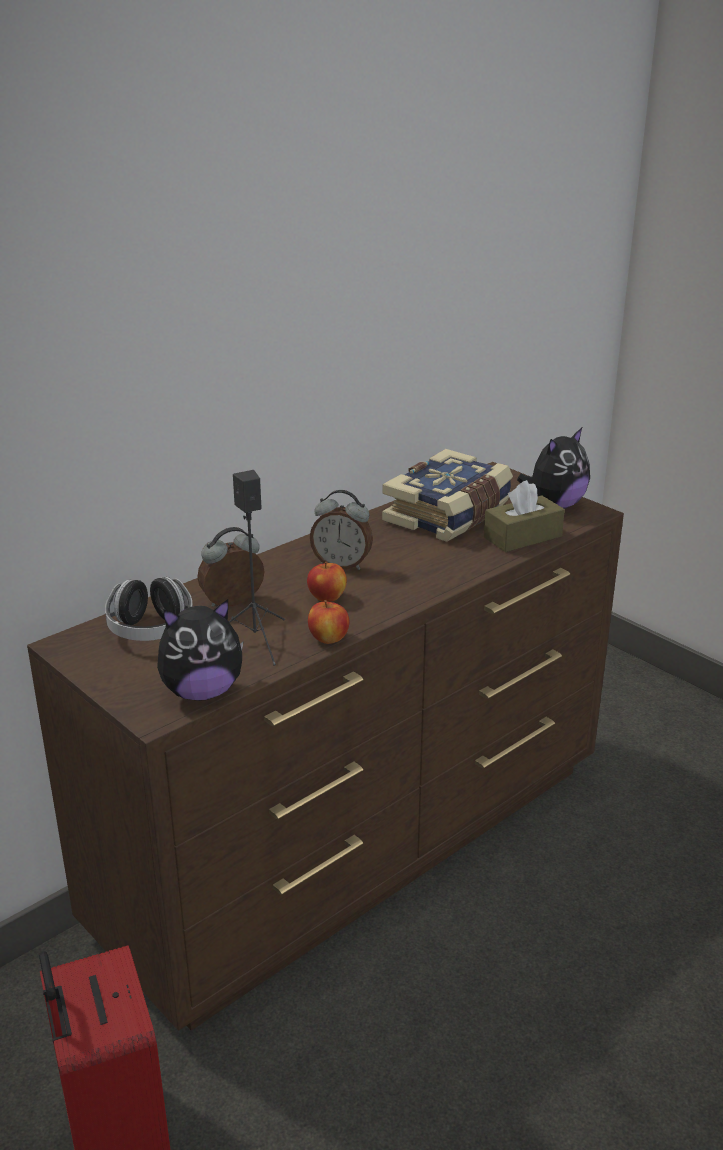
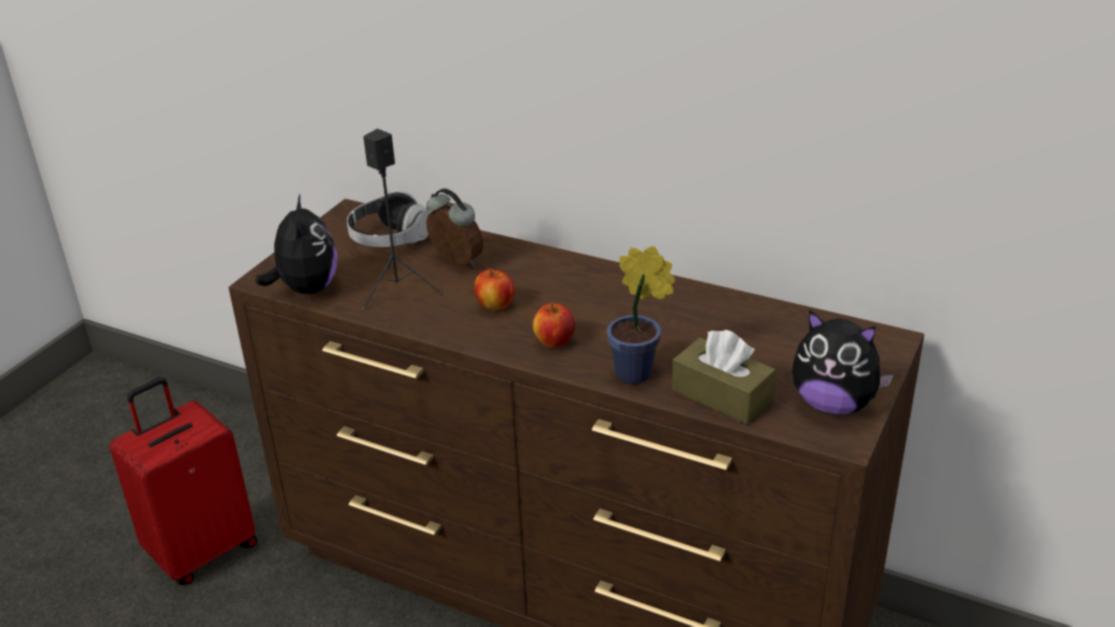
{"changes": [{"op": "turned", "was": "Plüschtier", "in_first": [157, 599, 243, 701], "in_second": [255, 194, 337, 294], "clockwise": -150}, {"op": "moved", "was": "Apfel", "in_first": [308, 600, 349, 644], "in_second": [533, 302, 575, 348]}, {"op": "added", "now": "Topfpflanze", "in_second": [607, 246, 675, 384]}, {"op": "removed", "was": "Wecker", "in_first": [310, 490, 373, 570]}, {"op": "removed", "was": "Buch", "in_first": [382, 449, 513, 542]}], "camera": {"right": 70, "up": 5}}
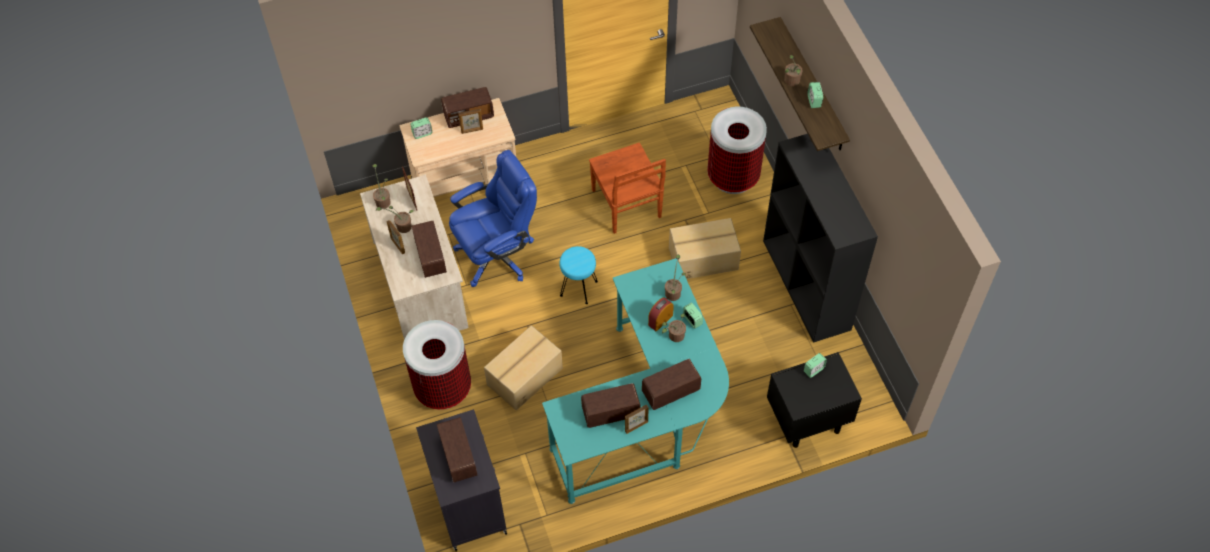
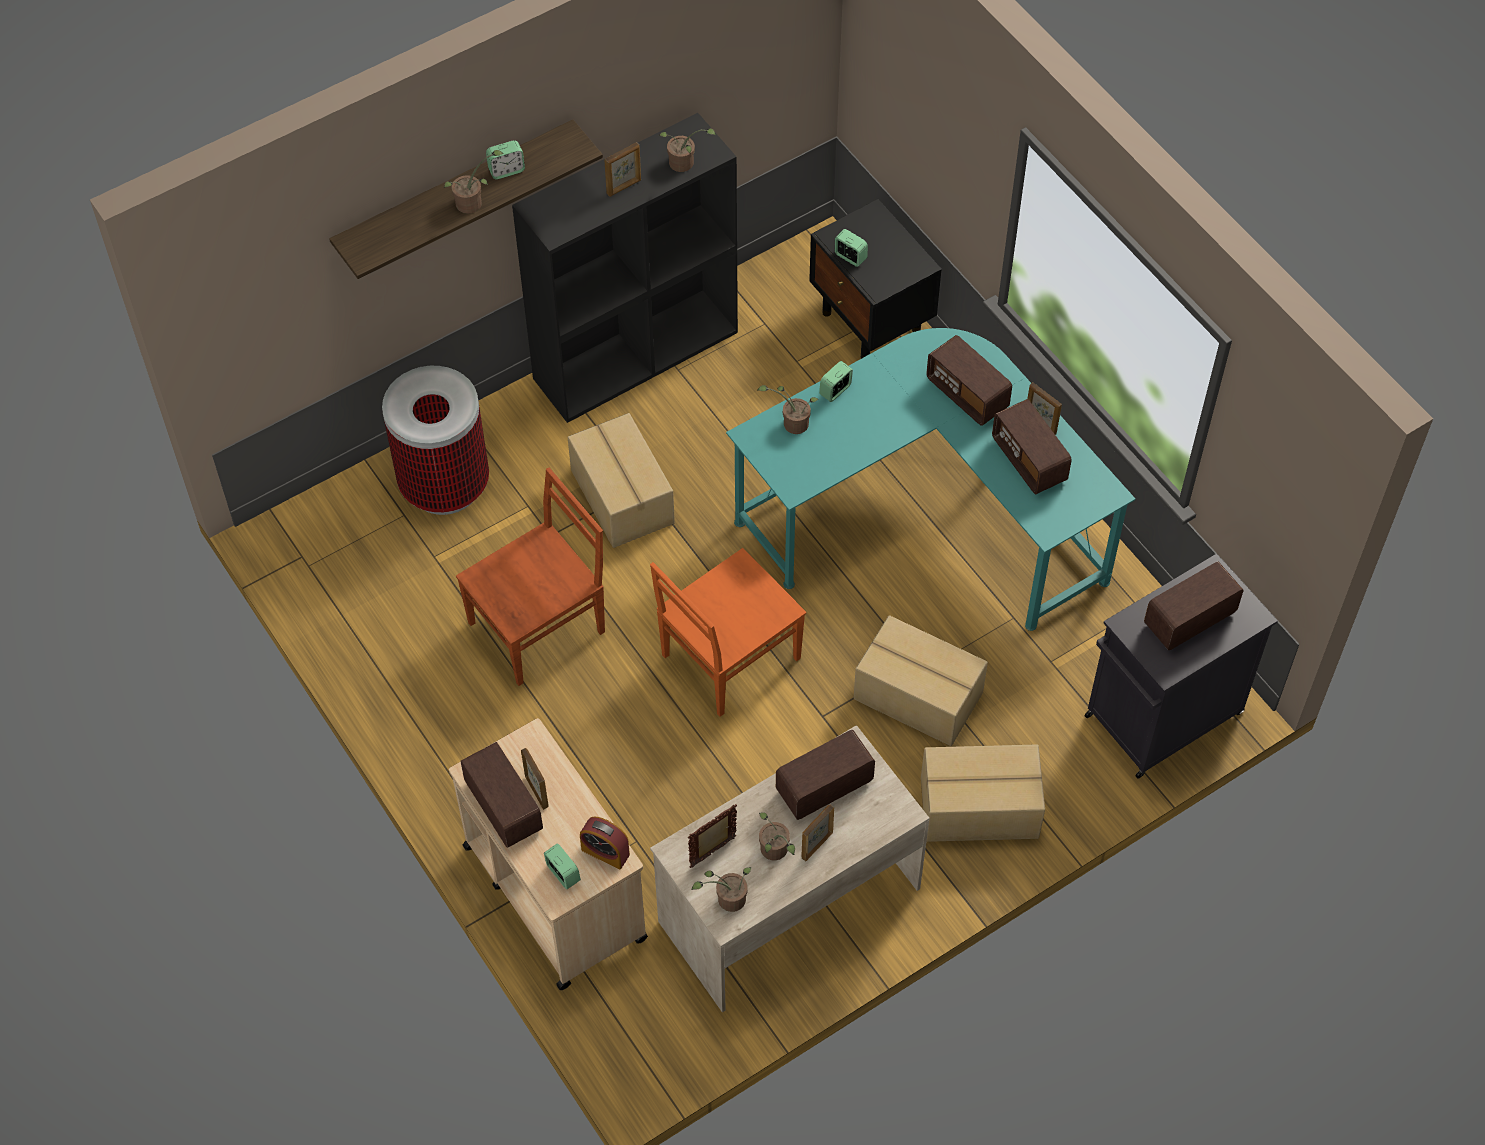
{"changes": [{"op": "moved", "was": "Wecker", "in_first": [648, 298, 674, 331], "in_second": [580, 817, 630, 870]}, {"op": "added", "now": "Bilderrahmen", "in_second": [604, 142, 641, 197]}, {"op": "replaced", "was": "Hocker [türkis]", "now": "Stuhl [orange]", "in_first": [559, 246, 598, 304], "in_second": [650, 548, 806, 717]}, {"op": "moved", "was": "Topfpflanze", "in_first": [662, 313, 686, 342], "in_second": [659, 128, 716, 172]}, {"op": "replaced", "was": "Mülleimer", "now": "Karton", "in_first": [403, 320, 471, 410], "in_second": [921, 744, 1045, 842]}, {"op": "removed", "was": "Bürostuhl [blau]", "in_first": [449, 150, 537, 287]}], "camera": {"right": -105, "up": 0}}
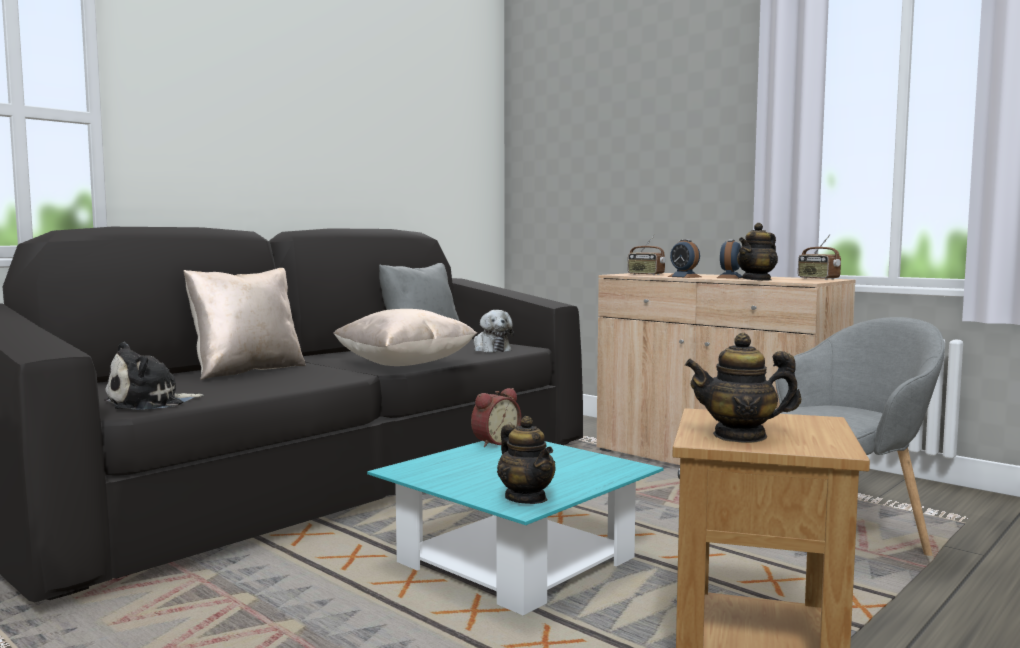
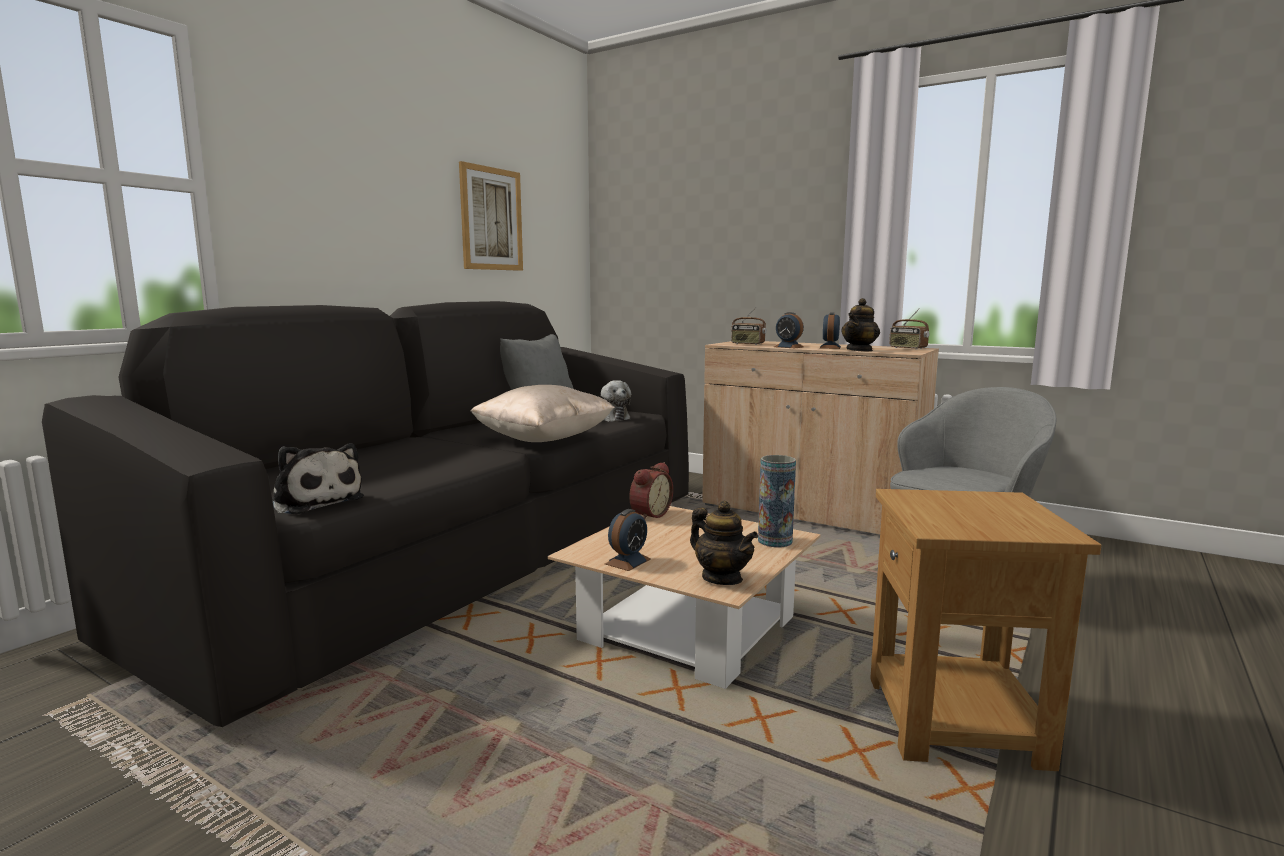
{"changes": [{"op": "turned", "was": "Plüschtier", "in_first": [104, 342, 204, 411], "in_second": [272, 443, 364, 514], "clockwise": -90}, {"op": "added", "now": "Bild", "in_second": [459, 161, 523, 271]}, {"op": "recoloured", "was": "Couchtisch [türkis]", "now": "Couchtisch [beige]", "in_first": [367, 441, 663, 616], "in_second": [548, 506, 821, 689]}, {"op": "added", "now": "Wecker", "in_second": [605, 509, 651, 571]}, {"op": "added", "now": "Vase", "in_second": [758, 455, 796, 547]}, {"op": "removed", "was": "Kissen [beige]", "in_first": [183, 268, 306, 380]}, {"op": "removed", "was": "Teekanne", "in_first": [685, 333, 801, 443]}], "camera": {"right": -10, "up": 5}}
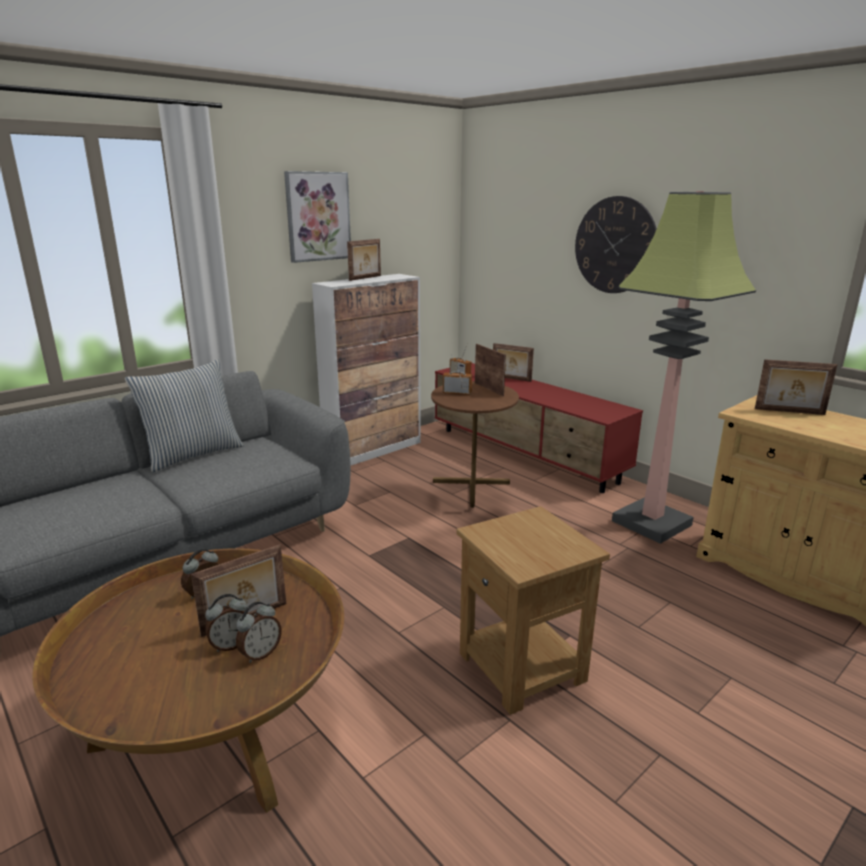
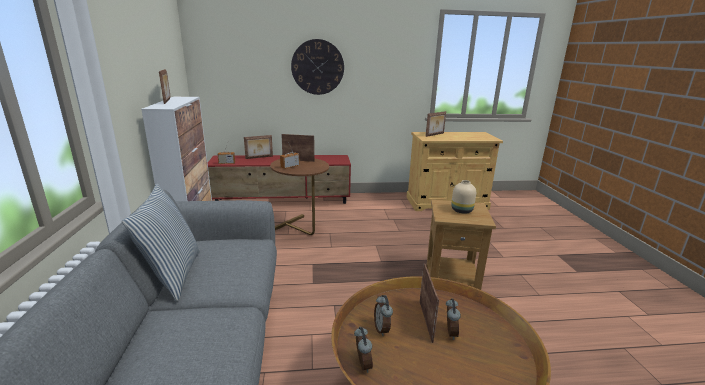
{"changes": [{"op": "moved", "was": "Wecker", "in_first": [236, 602, 282, 663], "in_second": [354, 327, 373, 373]}, {"op": "added", "now": "Vase [beige]", "in_second": [451, 180, 476, 214]}, {"op": "removed", "was": "Bild", "in_first": [284, 171, 351, 263]}, {"op": "removed", "was": "Stehlampe", "in_first": [612, 191, 756, 544]}], "camera": {"right": -55, "up": 0}}
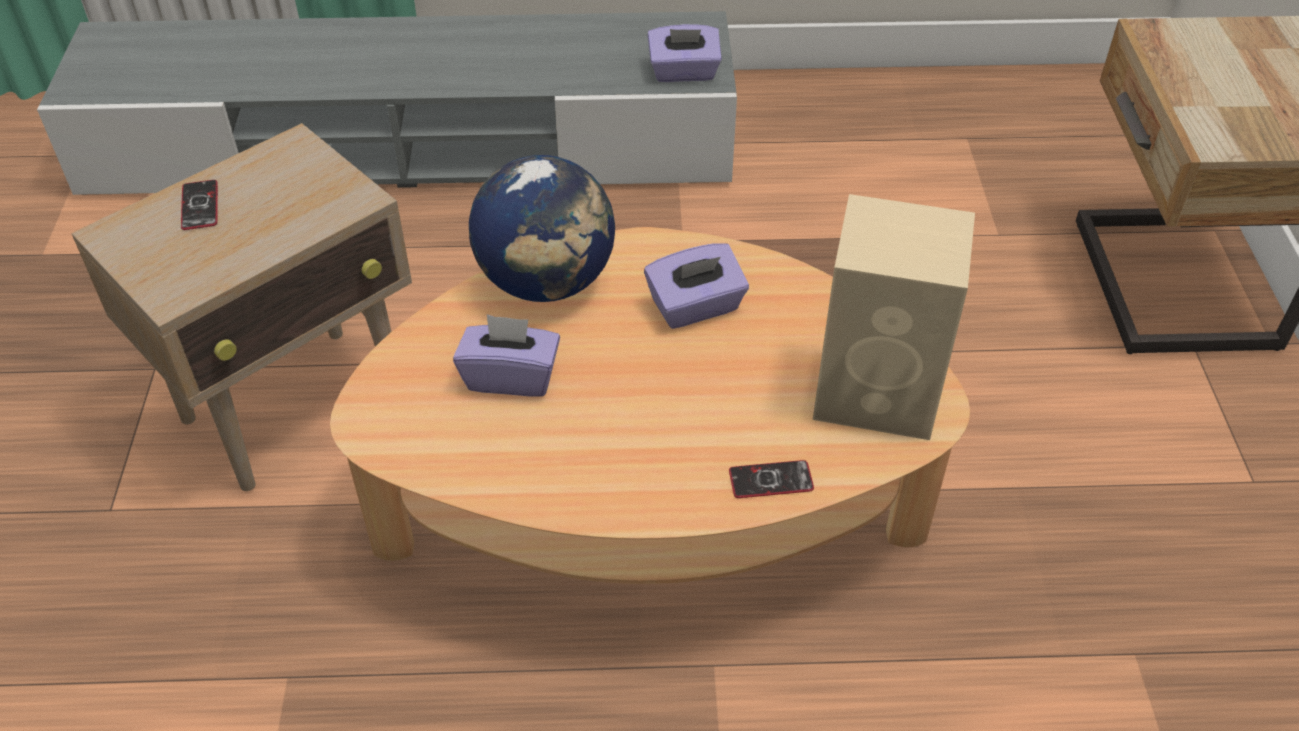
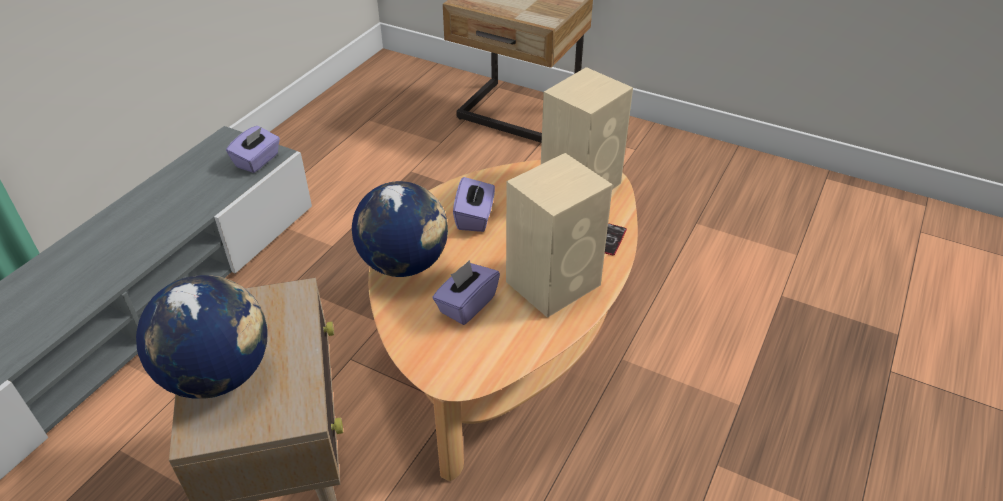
{"changes": [{"op": "replaced", "was": "Handy", "now": "Globus", "in_first": [181, 180, 218, 230], "in_second": [136, 275, 268, 399]}, {"op": "added", "now": "Lautsprecher [beige]", "in_second": [506, 153, 613, 318]}], "camera": {"right": -60, "up": -5}}
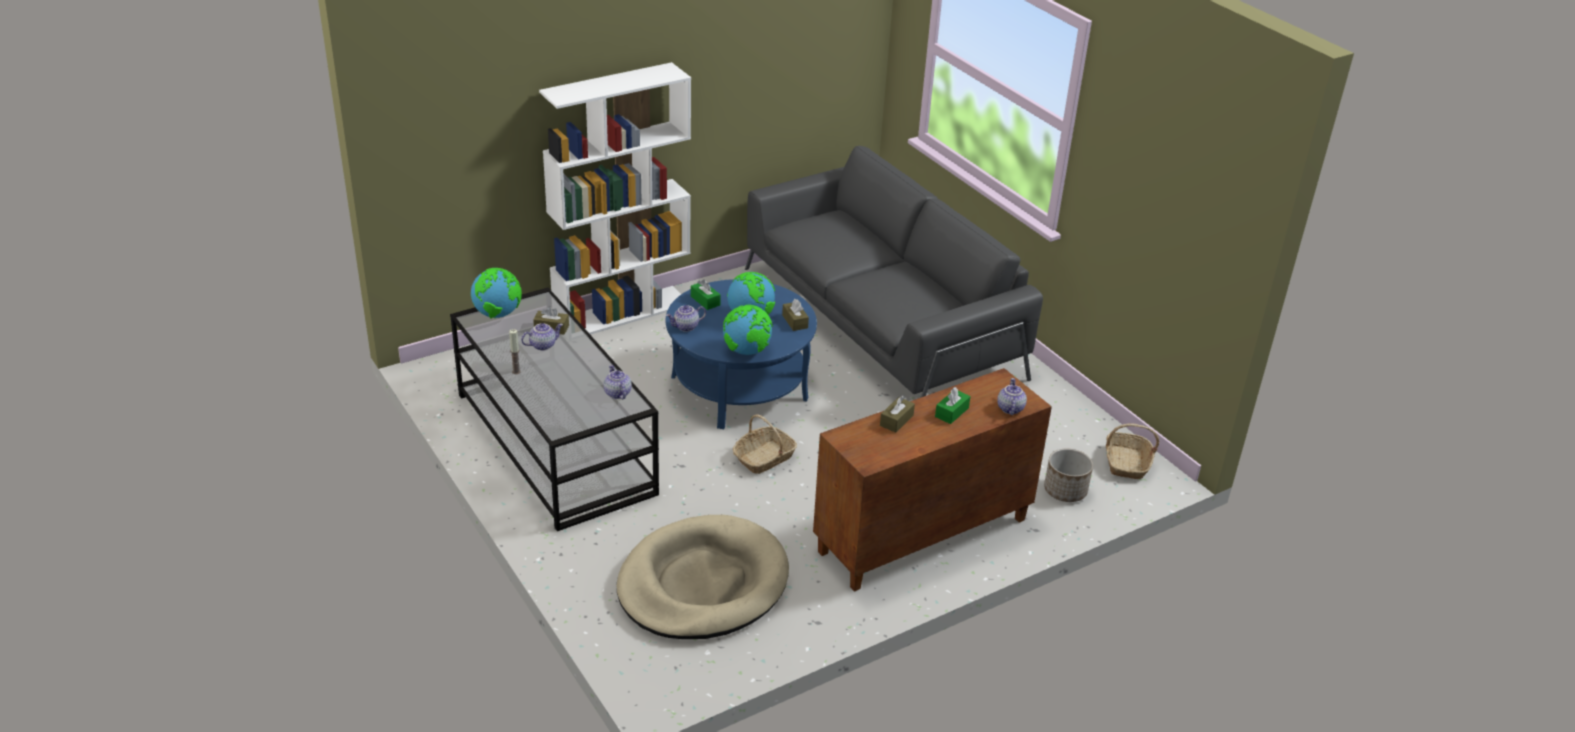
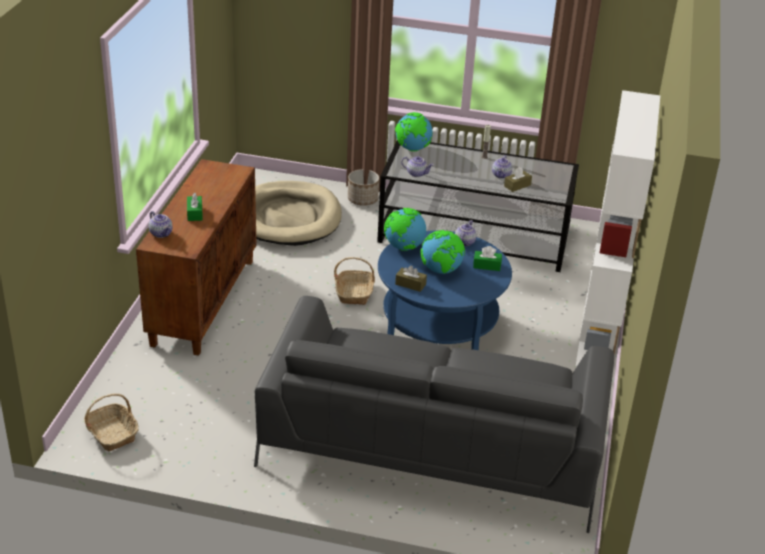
{"changes": [{"op": "moved", "was": "Pflanzkübel", "in_first": [1044, 449, 1093, 502], "in_second": [348, 169, 379, 206]}, {"op": "moved", "was": "Globus", "in_first": [471, 268, 522, 319], "in_second": [395, 112, 433, 151]}, {"op": "removed", "was": "Taschentuchbox [braun]", "in_first": [880, 396, 915, 433]}], "camera": {"right": 135, "up": 0}}
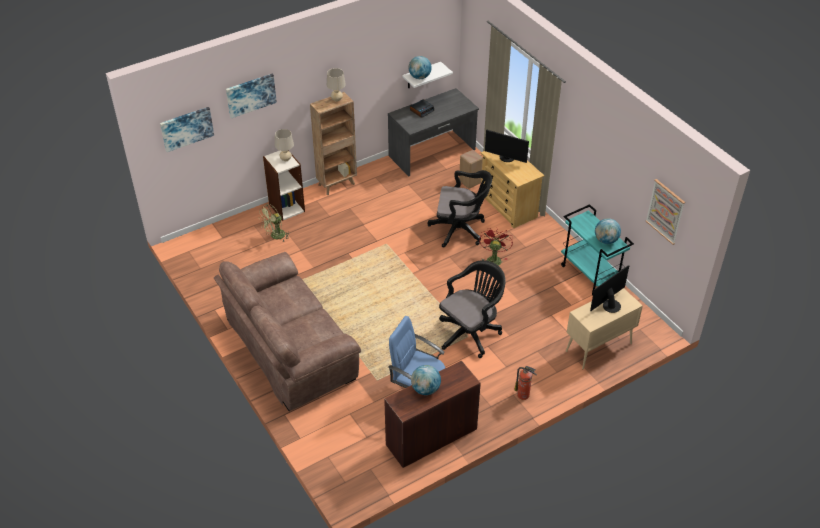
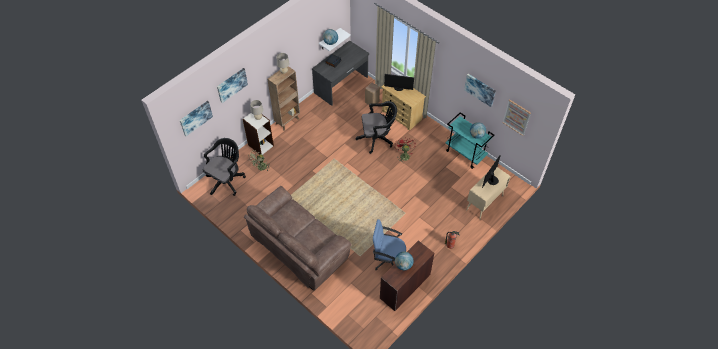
{"changes": [{"op": "moved", "was": "Bürostuhl [schwarz]", "in_first": [439, 260, 506, 358], "in_second": [202, 138, 246, 196]}, {"op": "added", "now": "Bild", "in_second": [464, 74, 496, 107]}], "camera": {"right": -15, "up": 10}}
